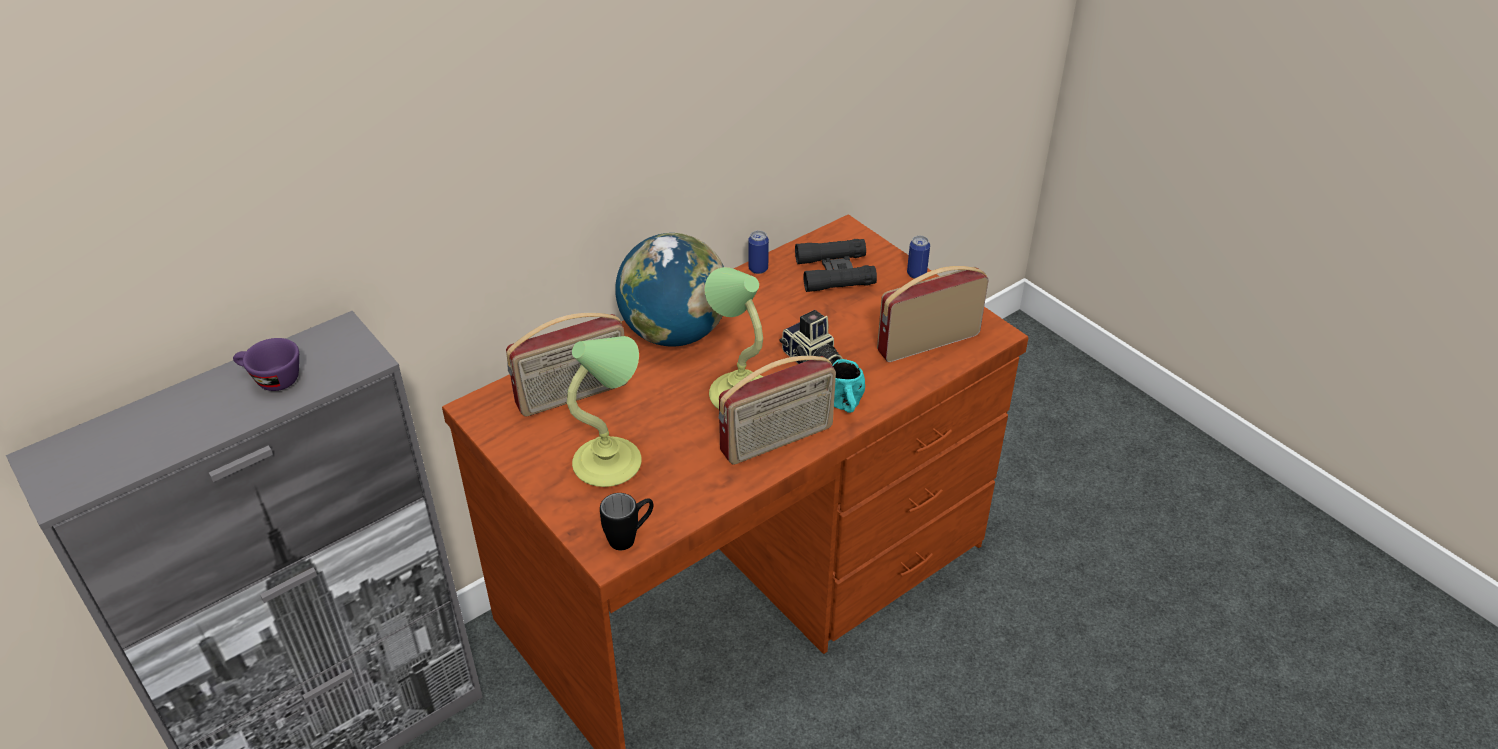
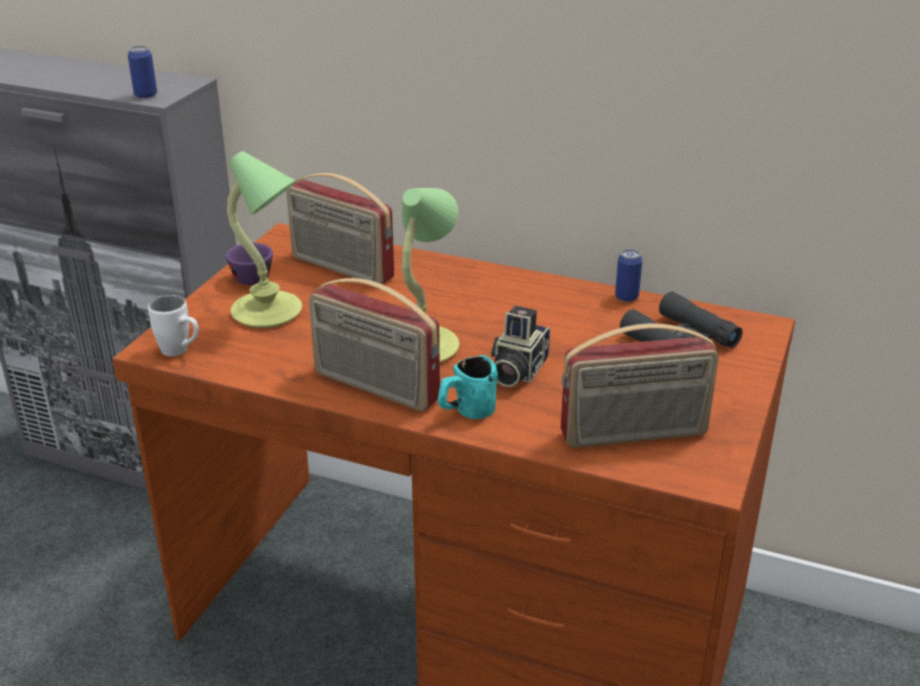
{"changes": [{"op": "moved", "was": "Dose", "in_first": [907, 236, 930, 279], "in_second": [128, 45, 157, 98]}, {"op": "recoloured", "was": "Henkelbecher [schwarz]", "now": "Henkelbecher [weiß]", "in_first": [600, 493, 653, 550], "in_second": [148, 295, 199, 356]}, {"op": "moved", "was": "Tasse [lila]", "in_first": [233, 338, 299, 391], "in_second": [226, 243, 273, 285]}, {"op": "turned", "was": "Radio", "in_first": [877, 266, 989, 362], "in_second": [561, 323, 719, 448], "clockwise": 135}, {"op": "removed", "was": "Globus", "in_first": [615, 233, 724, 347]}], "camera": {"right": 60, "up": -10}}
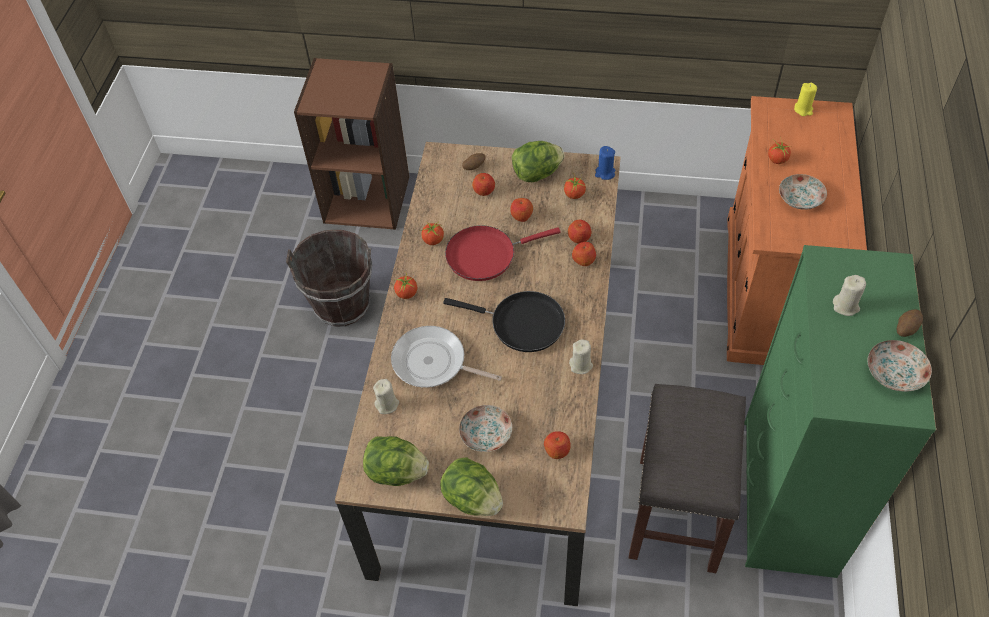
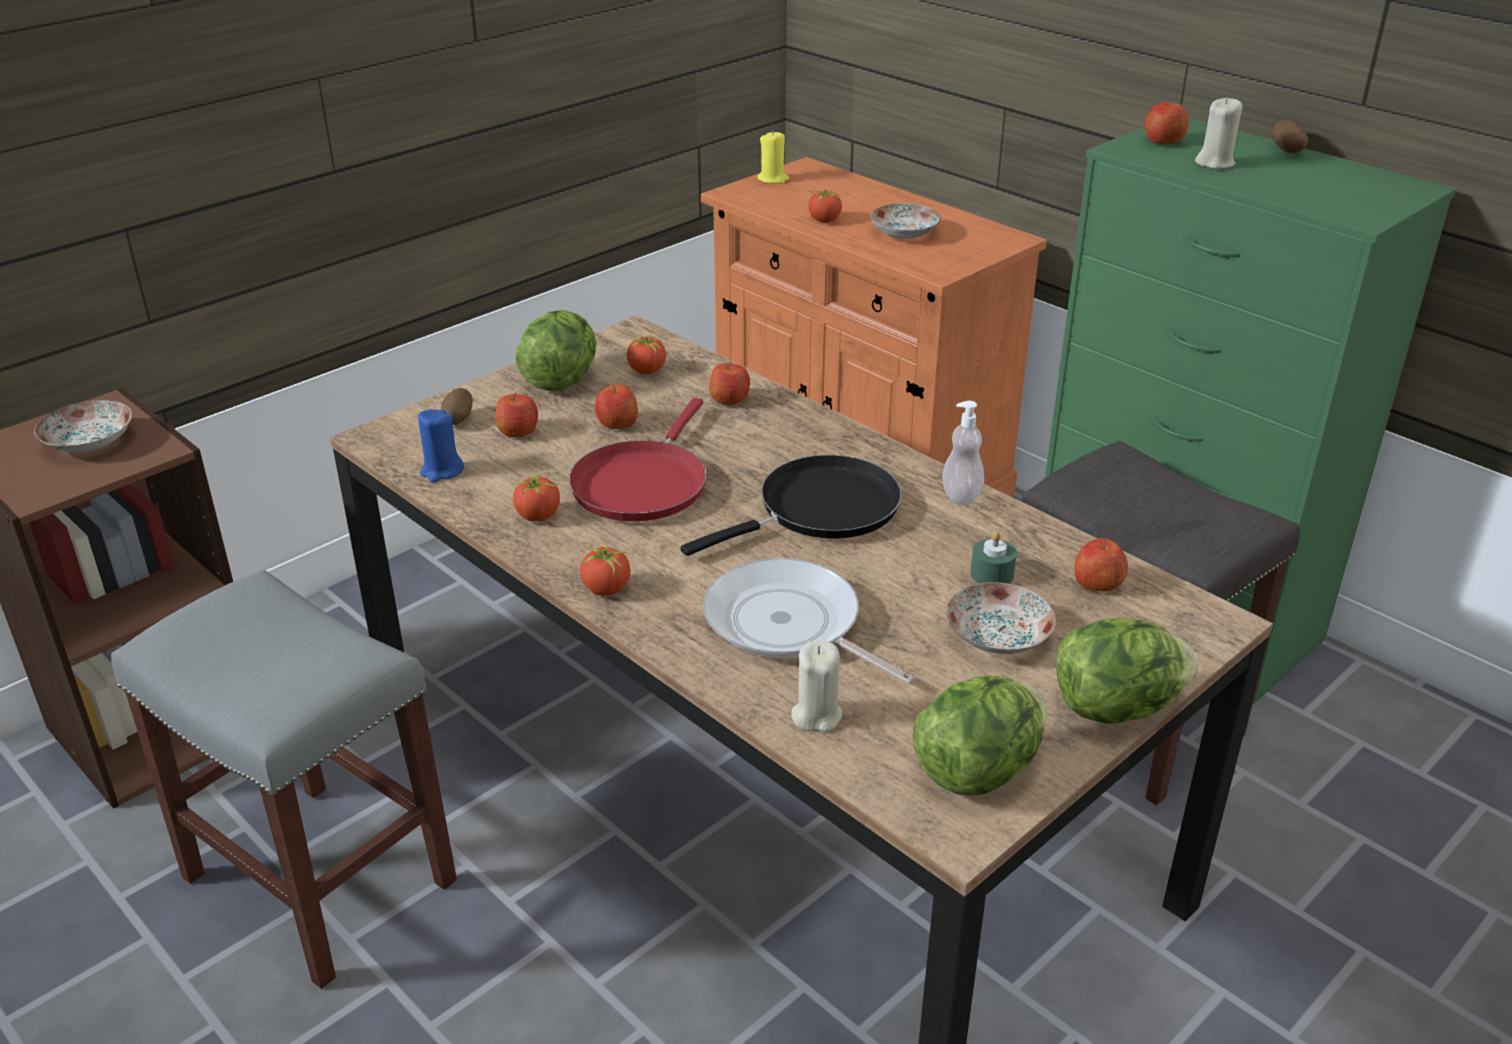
{"changes": [{"op": "moved", "was": "Teller", "in_first": [867, 340, 932, 392], "in_second": [34, 400, 132, 452]}, {"op": "replaced", "was": "Eimer [braun]", "now": "Hocker [grau]", "in_first": [286, 230, 372, 326], "in_second": [111, 570, 457, 989]}, {"op": "moved", "was": "Kerze [blau]", "in_first": [595, 146, 615, 180], "in_second": [418, 409, 464, 482]}, {"op": "turned", "was": "Pfanne", "in_first": [391, 326, 502, 388], "in_second": [703, 558, 915, 685], "clockwise": 75}, {"op": "replaced", "was": "Kerze [beige]", "now": "Seifenspender", "in_first": [569, 339, 593, 374], "in_second": [942, 401, 984, 505]}, {"op": "added", "now": "Kerze [grün]", "in_second": [970, 531, 1017, 584]}, {"op": "moved", "was": "Apfel", "in_first": [572, 242, 596, 266], "in_second": [1145, 99, 1189, 144]}], "camera": {"right": -55, "up": -20}}
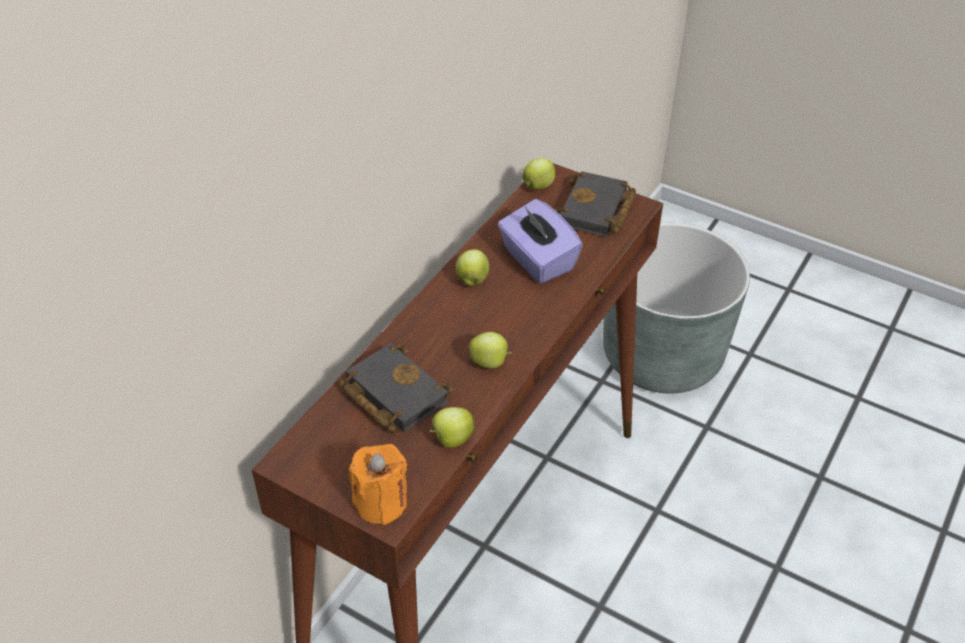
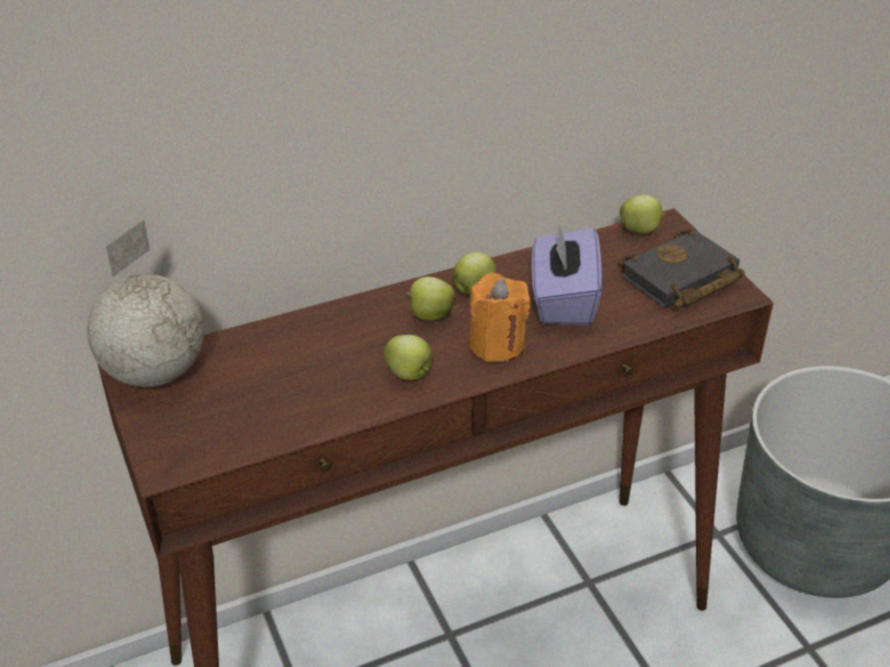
{"changes": [{"op": "added", "now": "Globus", "in_second": [87, 220, 204, 387]}, {"op": "moved", "was": "Apfel", "in_first": [429, 407, 475, 448], "in_second": [406, 277, 455, 321]}, {"op": "moved", "was": "Kerze [orange]", "in_first": [349, 444, 407, 525], "in_second": [469, 273, 530, 362]}, {"op": "removed", "was": "Buch [schwarz]", "in_first": [340, 343, 454, 433]}], "camera": {"right": 35, "up": -5}}
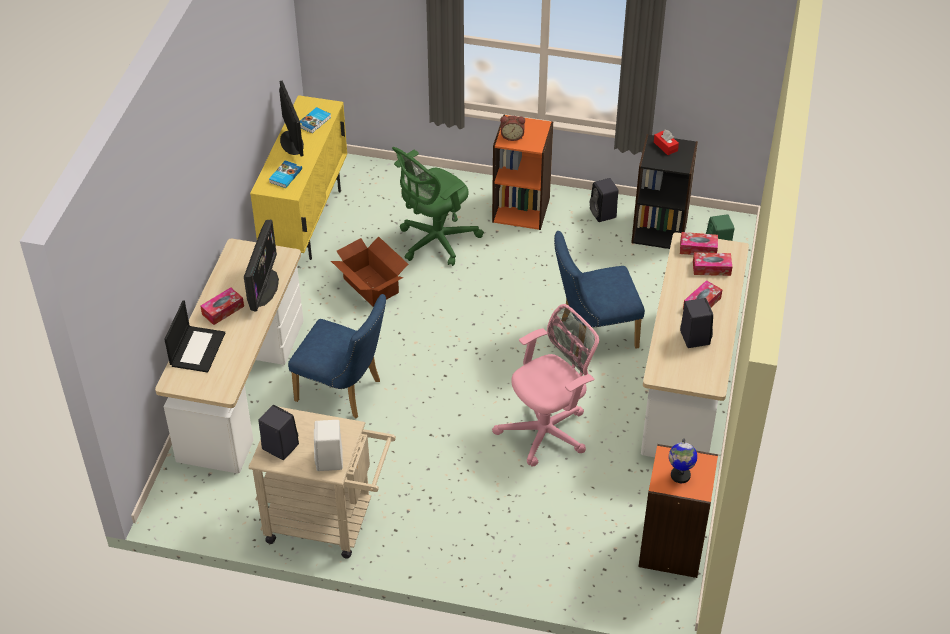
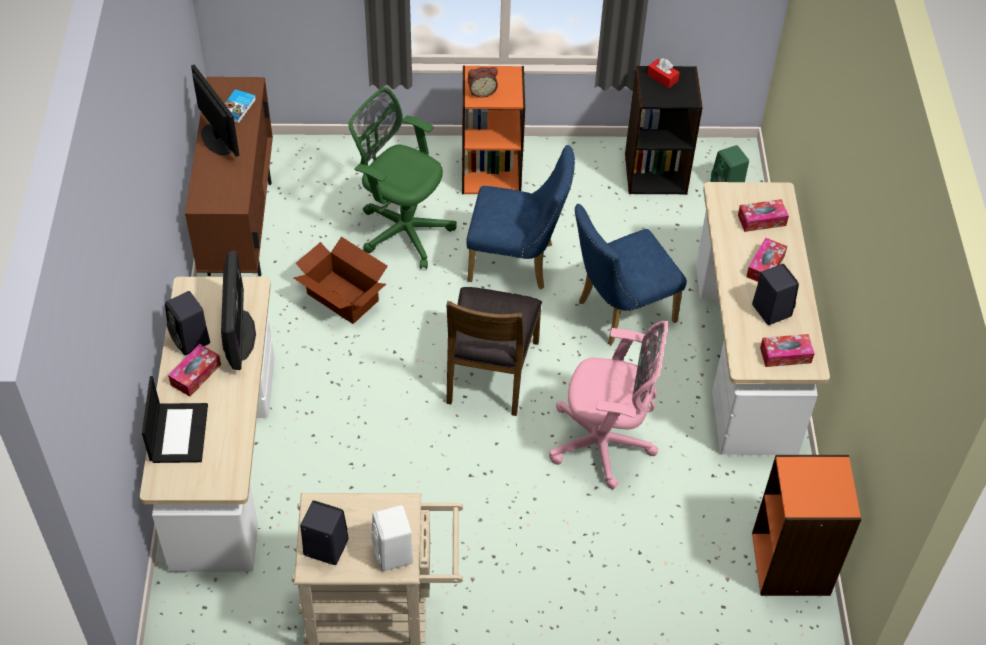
{"changes": [{"op": "moved", "was": "Lautsprecher [schwarz]", "in_first": [590, 178, 618, 222], "in_second": [165, 291, 210, 355]}, {"op": "recoloured", "was": "Schrank [gelb]", "now": "Schrank [braun]", "in_first": [250, 95, 347, 260], "in_second": [185, 77, 273, 277]}, {"op": "turned", "was": "Bürostuhl [grün]", "in_first": [392, 147, 484, 266], "in_second": [349, 87, 457, 269], "clockwise": 90}, {"op": "added", "now": "Stuhl [braun]", "in_second": [446, 287, 542, 416]}, {"op": "moved", "was": "Stuhl [blau]", "in_first": [288, 294, 386, 419], "in_second": [466, 145, 575, 289]}, {"op": "turned", "was": "Bürostuhl [rosa]", "in_first": [492, 304, 599, 466], "in_second": [549, 321, 668, 489], "clockwise": 60}, {"op": "moved", "was": "Taschentuchbox", "in_first": [680, 232, 718, 255], "in_second": [760, 334, 815, 367]}, {"op": "removed", "was": "Buch", "in_first": [269, 161, 302, 188]}, {"op": "removed", "was": "Globus", "in_first": [669, 438, 697, 483]}], "camera": {"right": -15, "up": 5}}
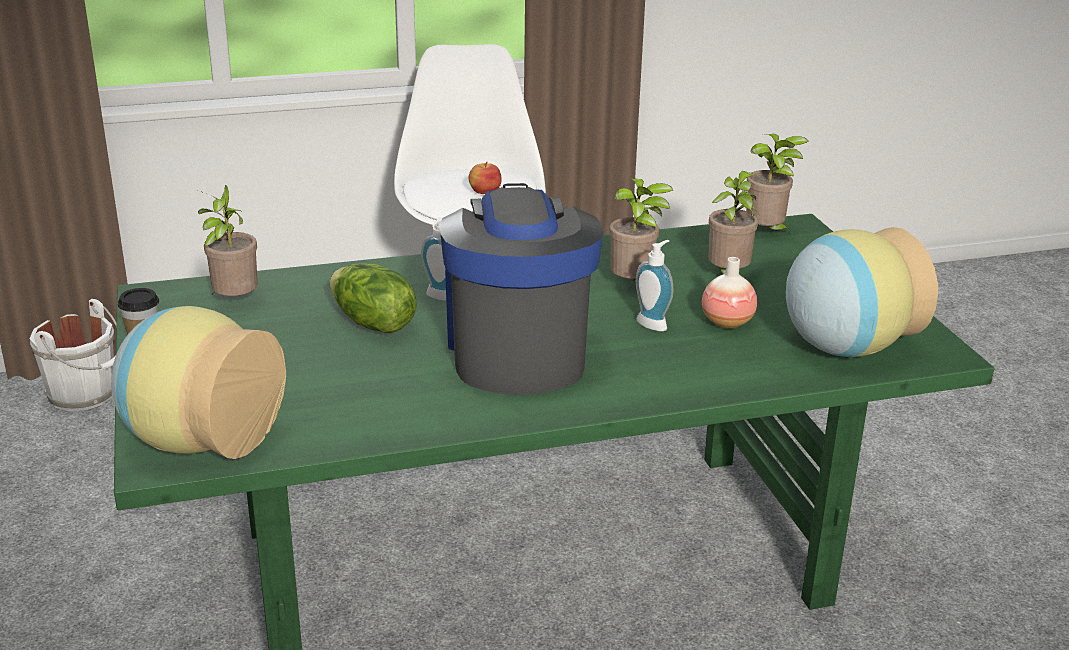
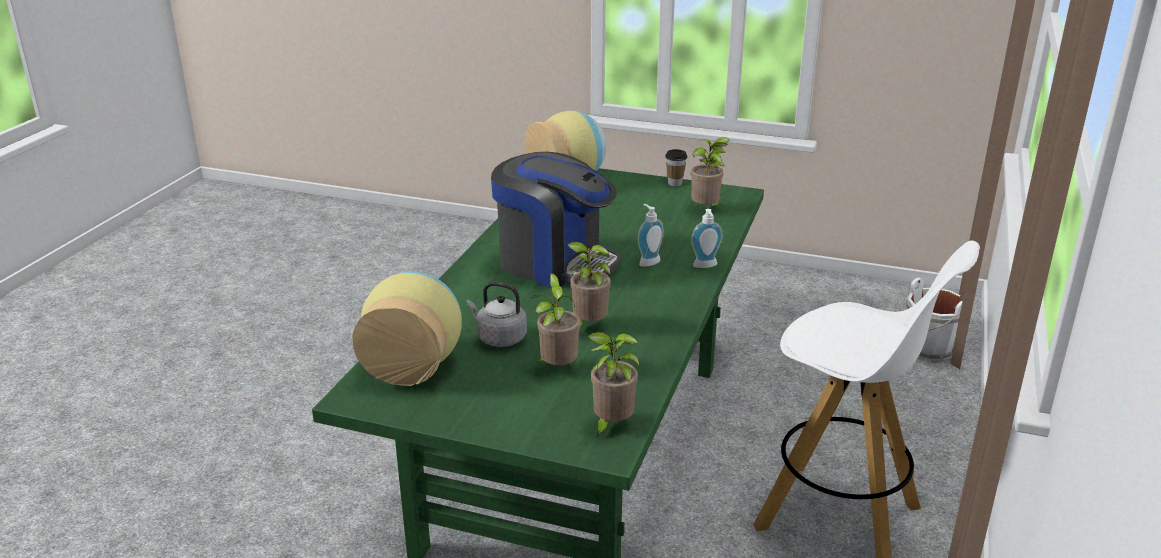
{"changes": [{"op": "replaced", "was": "Vase", "now": "Wasserkessel [grau]", "in_first": [702, 257, 757, 329], "in_second": [467, 282, 527, 347]}, {"op": "moved", "was": "Seifenspender", "in_first": [636, 240, 673, 331], "in_second": [691, 209, 723, 268]}, {"op": "removed", "was": "Salatkopf", "in_first": [330, 263, 417, 333]}, {"op": "removed", "was": "Apfel", "in_first": [469, 162, 502, 194]}], "camera": {"right": 125, "up": 0}}
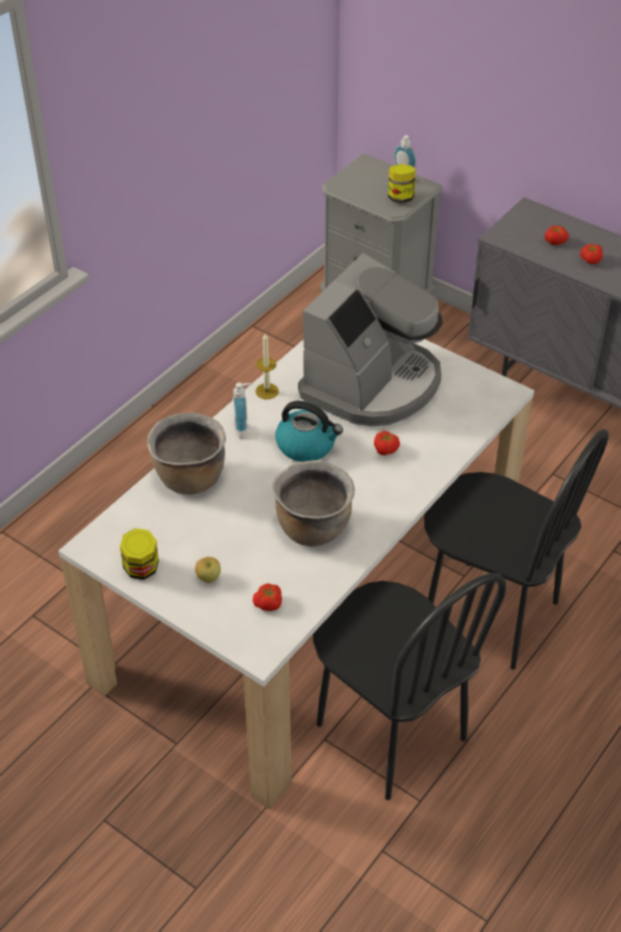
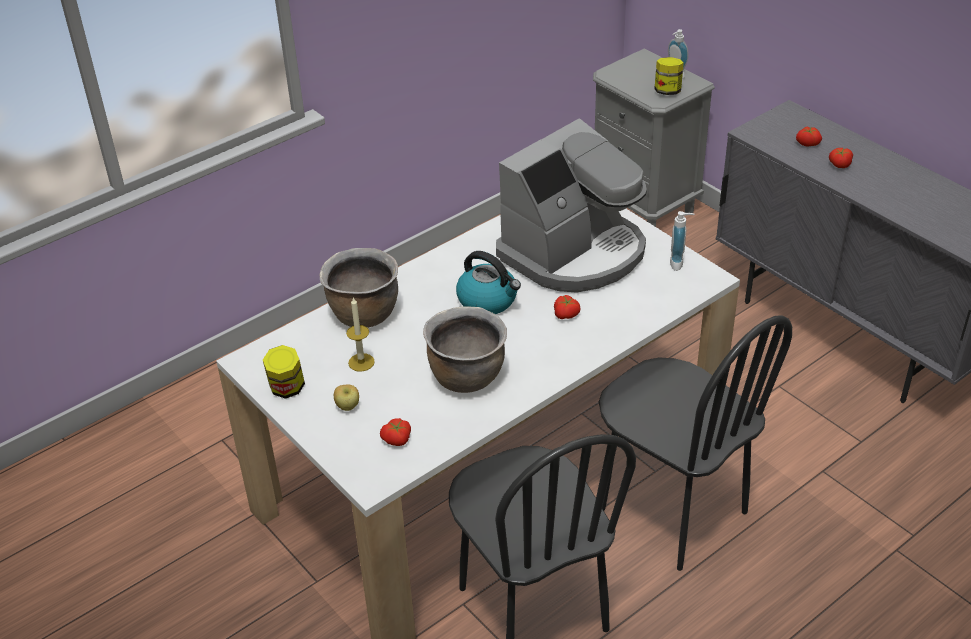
{"changes": [{"op": "moved", "was": "Kerze", "in_first": [255, 333, 279, 399], "in_second": [346, 297, 375, 372]}, {"op": "moved", "was": "Seifenspender", "in_first": [233, 383, 252, 439], "in_second": [670, 211, 694, 271]}], "camera": {"right": 15, "up": -5}}
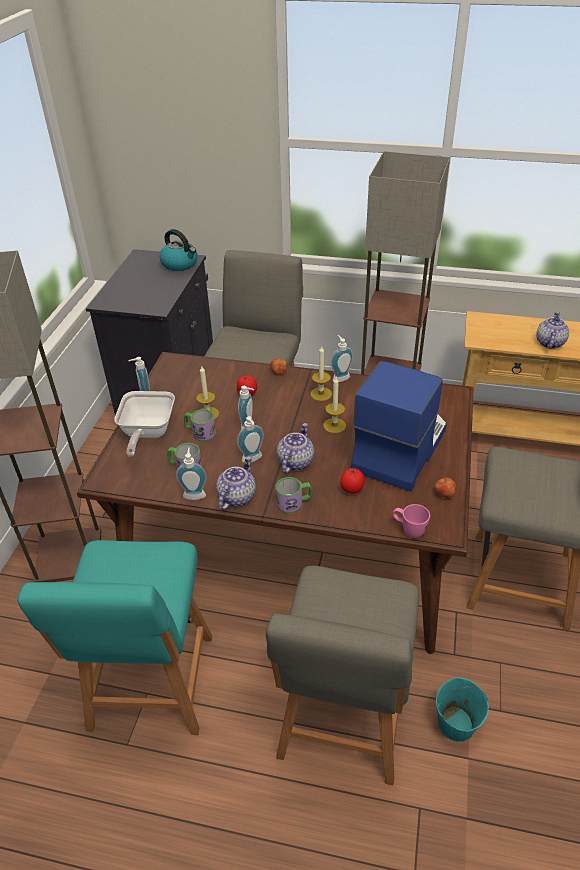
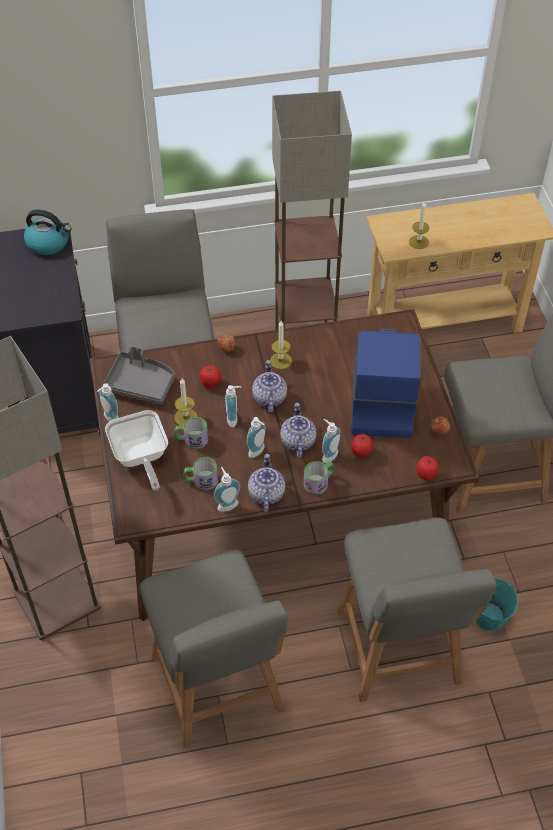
{"changes": [{"op": "added", "now": "Tablett [grau]", "in_second": [102, 346, 175, 405]}, {"op": "recoloured", "was": "Stuhl [türkis]", "now": "Stuhl [grau]", "in_first": [17, 540, 212, 735], "in_second": [139, 549, 288, 748]}, {"op": "moved", "was": "Teekanne", "in_first": [536, 312, 569, 349], "in_second": [252, 360, 287, 413]}, {"op": "moved", "was": "Seifenspender", "in_first": [331, 335, 353, 382], "in_second": [322, 419, 340, 463]}, {"op": "moved", "was": "Kerze", "in_first": [323, 377, 346, 433], "in_second": [409, 201, 430, 249]}, {"op": "replaced", "was": "Henkelbecher [rosa]", "now": "Tomate", "in_first": [393, 504, 430, 538], "in_second": [416, 456, 439, 480]}], "camera": {"right": -25, "up": 10}}
